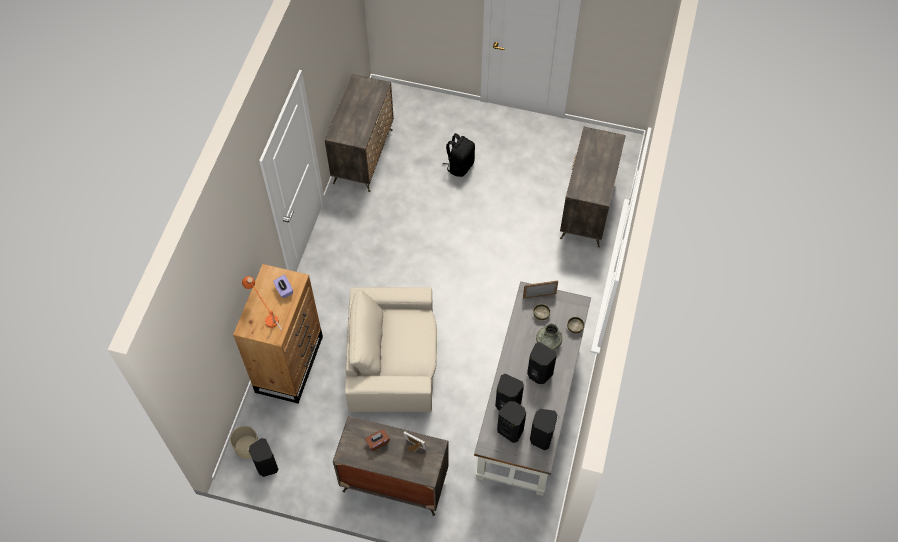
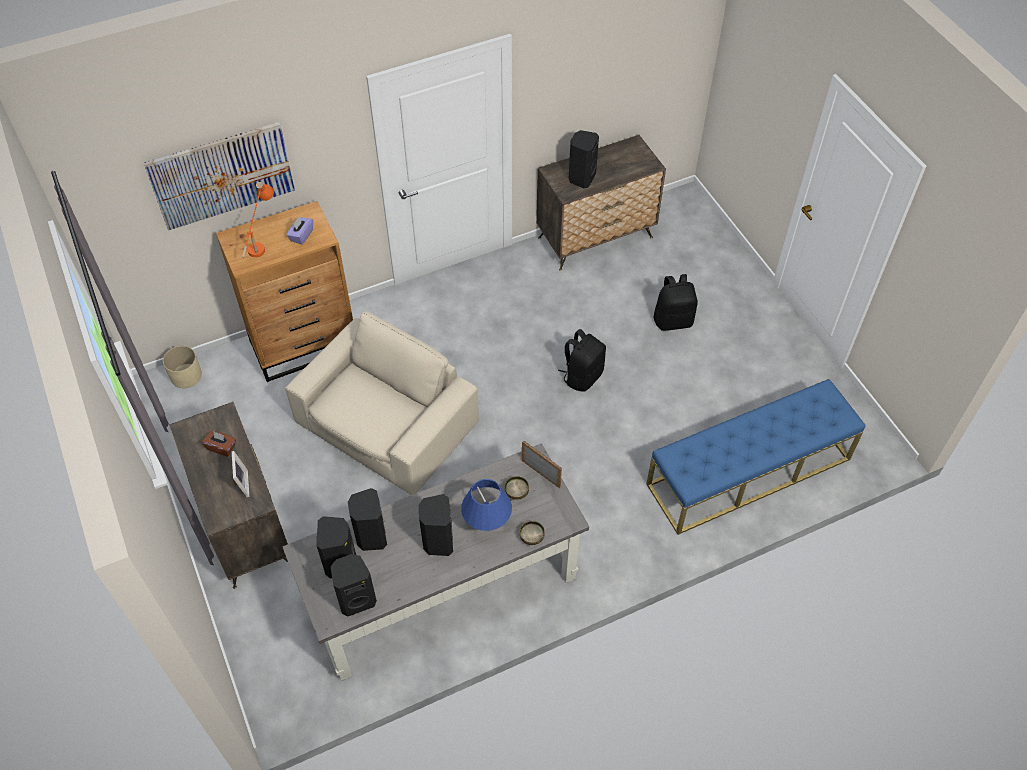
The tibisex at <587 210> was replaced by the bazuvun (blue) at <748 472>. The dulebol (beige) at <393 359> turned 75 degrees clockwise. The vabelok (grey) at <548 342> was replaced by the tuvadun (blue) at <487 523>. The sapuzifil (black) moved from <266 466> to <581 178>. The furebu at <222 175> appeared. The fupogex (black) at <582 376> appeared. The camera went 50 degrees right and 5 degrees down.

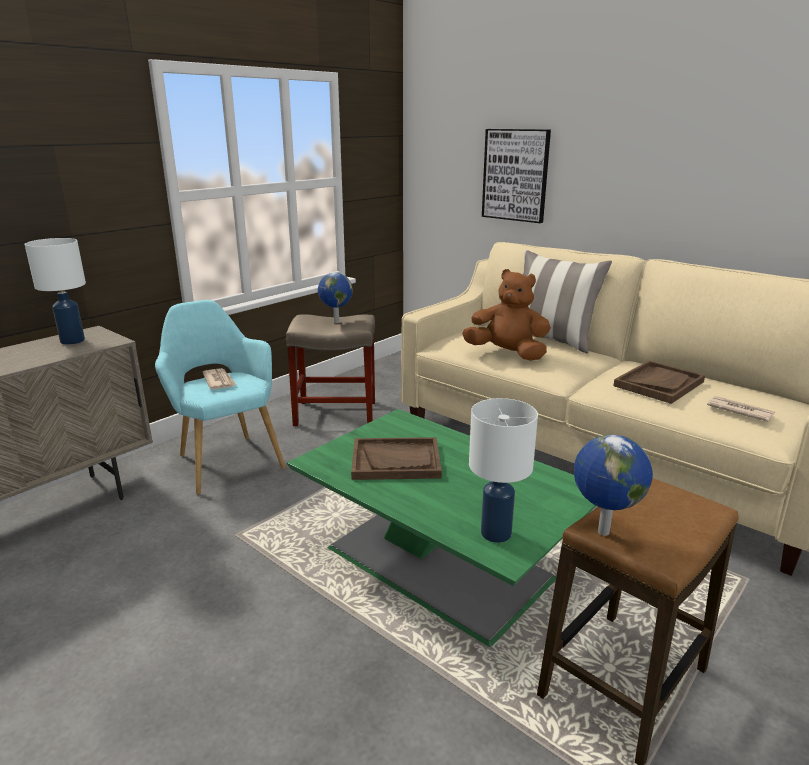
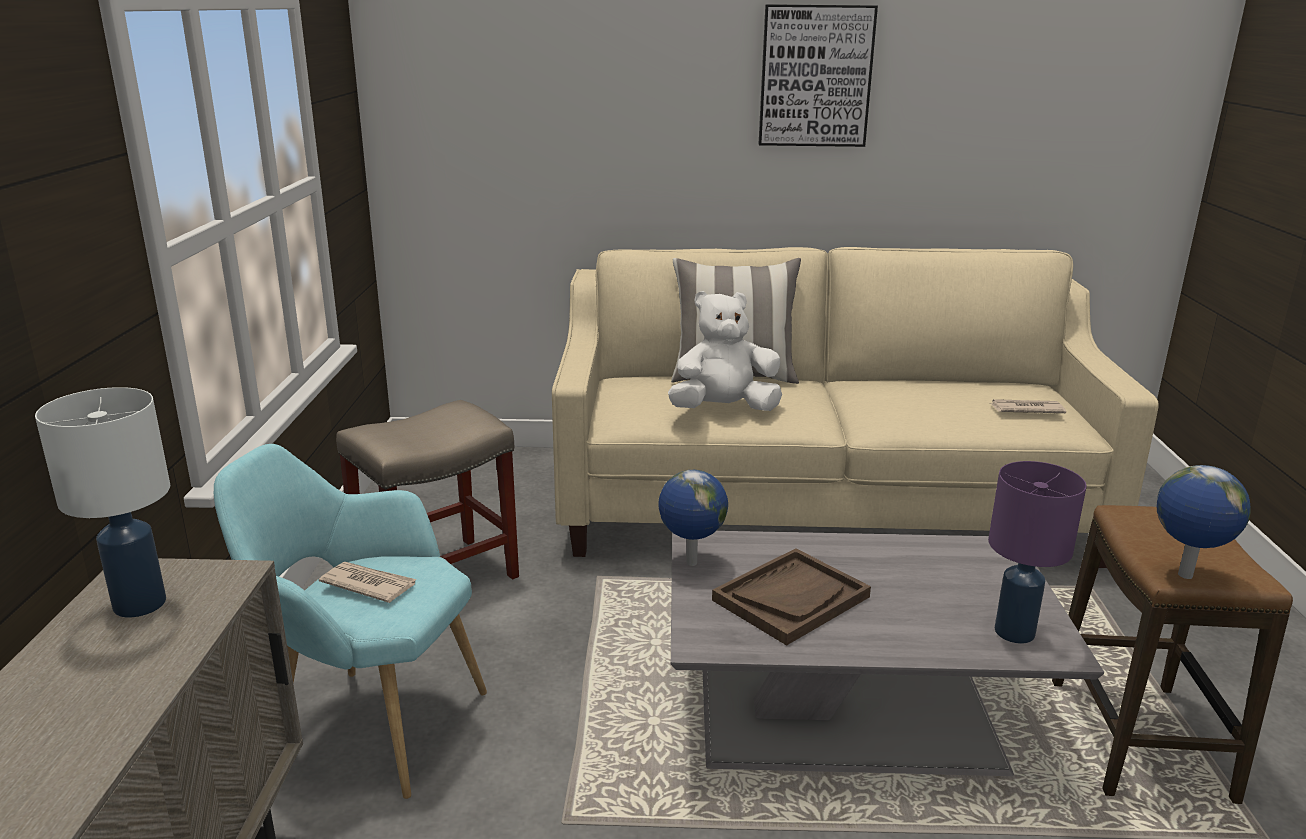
The furebu moved from <515 175> to <815 76>. The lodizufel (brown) at <507 354> became the lodizufel (white) at <723 409>. The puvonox moved from <335 322> to <690 563>. The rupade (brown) at <658 384> disappeared. The tuvadun (white) at <496 533> became the tuvadun (purple) at <1014 631>. The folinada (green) at <442 564> became the folinada (grey) at <852 715>. The camera went 40 degrees left and 0 degrees up.

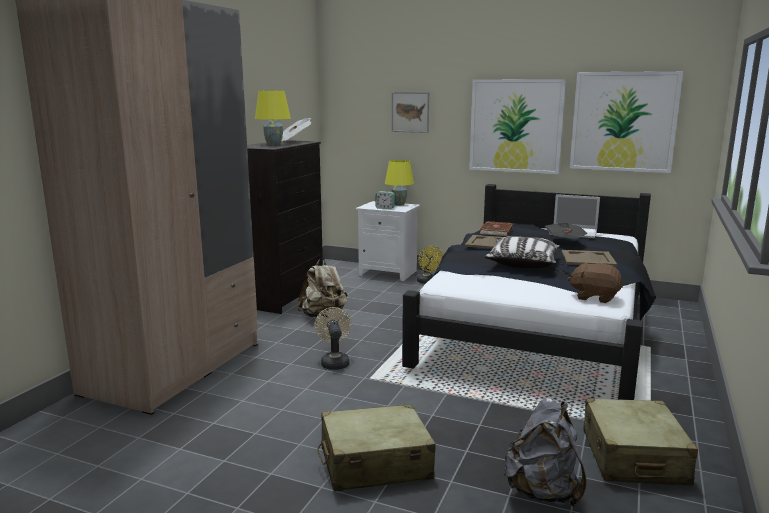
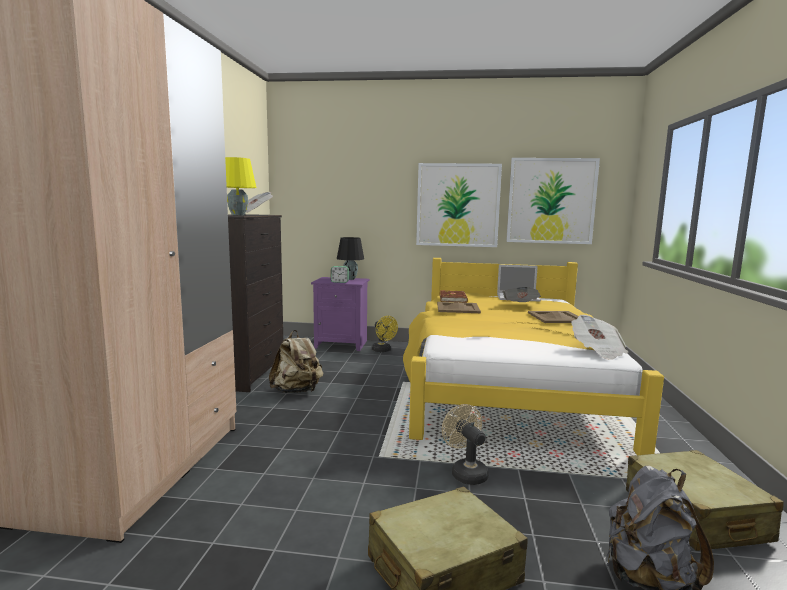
The furebu at <410 112> disappeared. The tuvadun (yellow) at <398 204> became the tuvadun (black) at <350 279>. The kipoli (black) at <536 328> became the kipoli (yellow) at <507 386>. The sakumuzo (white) at <389 273> became the sakumuzo (purple) at <342 344>. The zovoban at <522 263> disappeared. The lodizufel (brown) at <594 297> was replaced by the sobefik at <597 351>. The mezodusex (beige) moved from <334 362> to <465 472>. The camera went 15 degrees left and 5 degrees down.

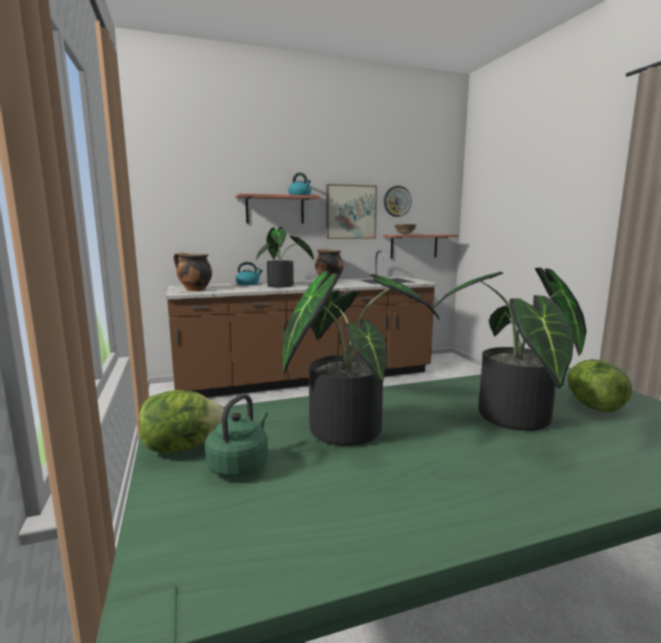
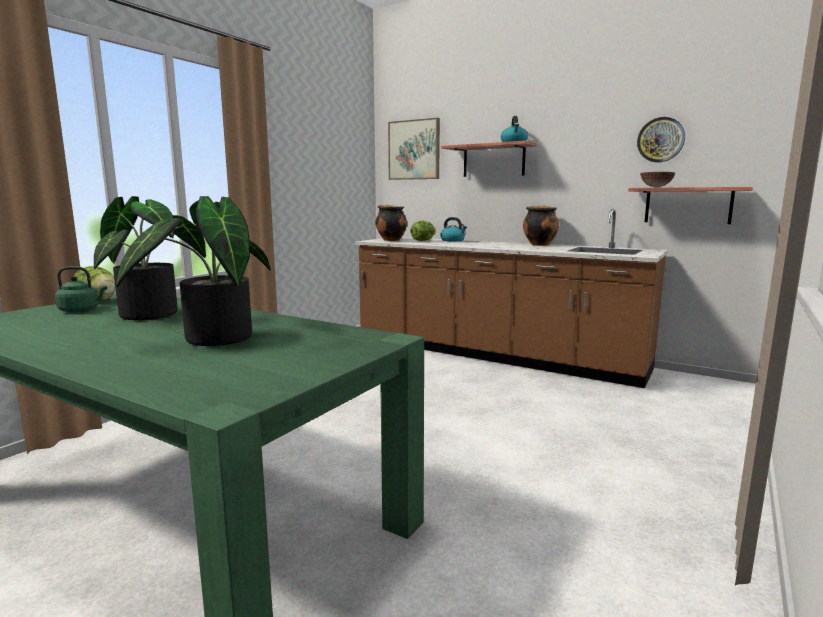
The furebu moved from <350 212> to <414 150>. The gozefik at <283 286> disappeared. The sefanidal moved from <593 406> to <423 241>. The camera went 50 degrees right and 0 degrees up.

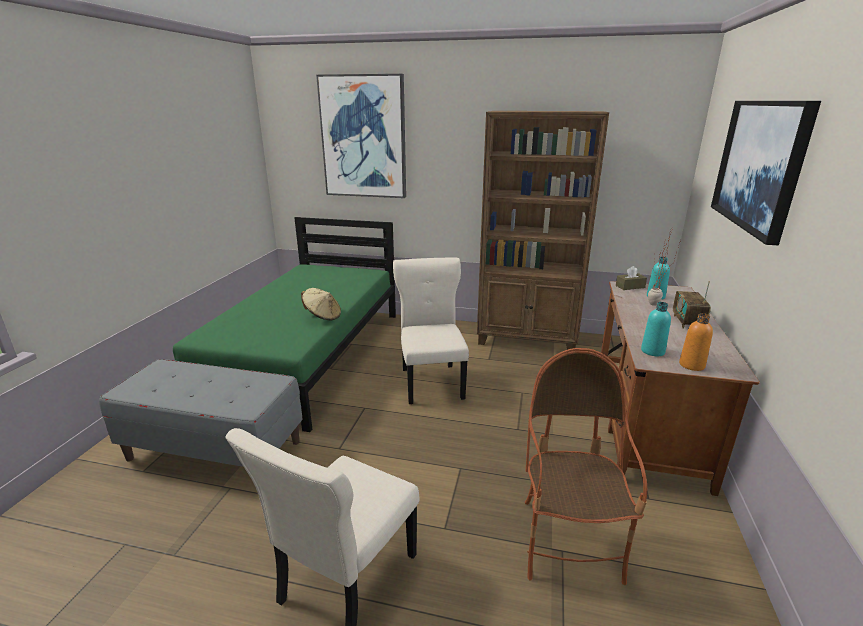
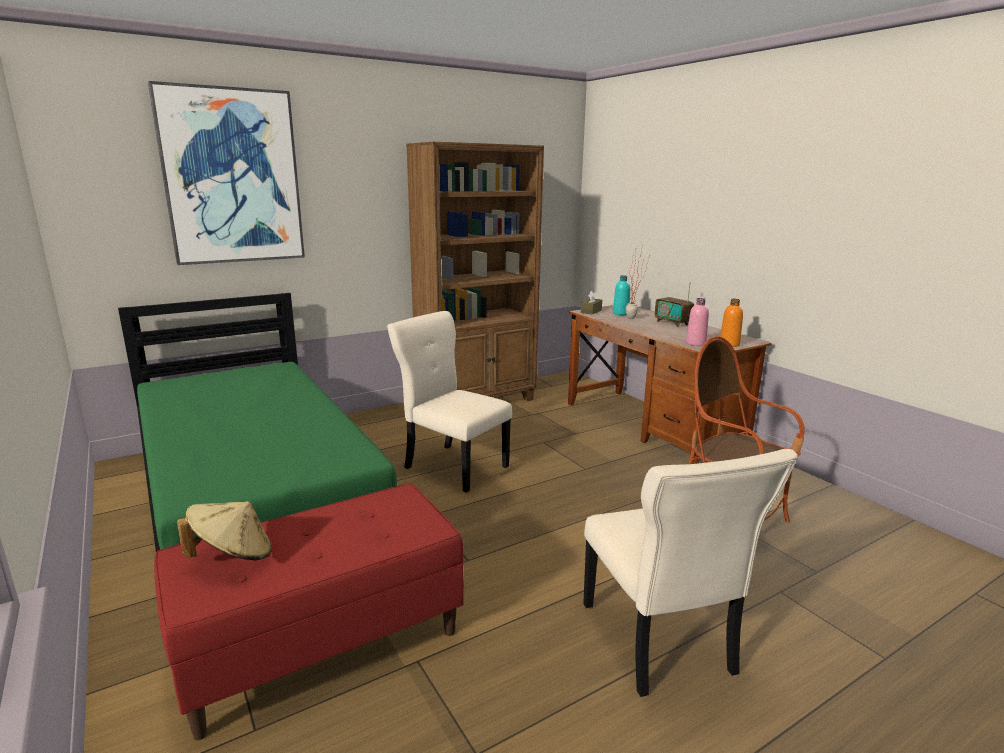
The furebu at <760 165> disappeared. The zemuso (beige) moved from <322 316> to <232 556>. The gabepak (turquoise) at <652 351> became the gabepak (pink) at <695 343>. The bazuvun (grey) at <215 450> became the bazuvun (red) at <323 645>. The camera went 45 degrees left and 5 degrees down.

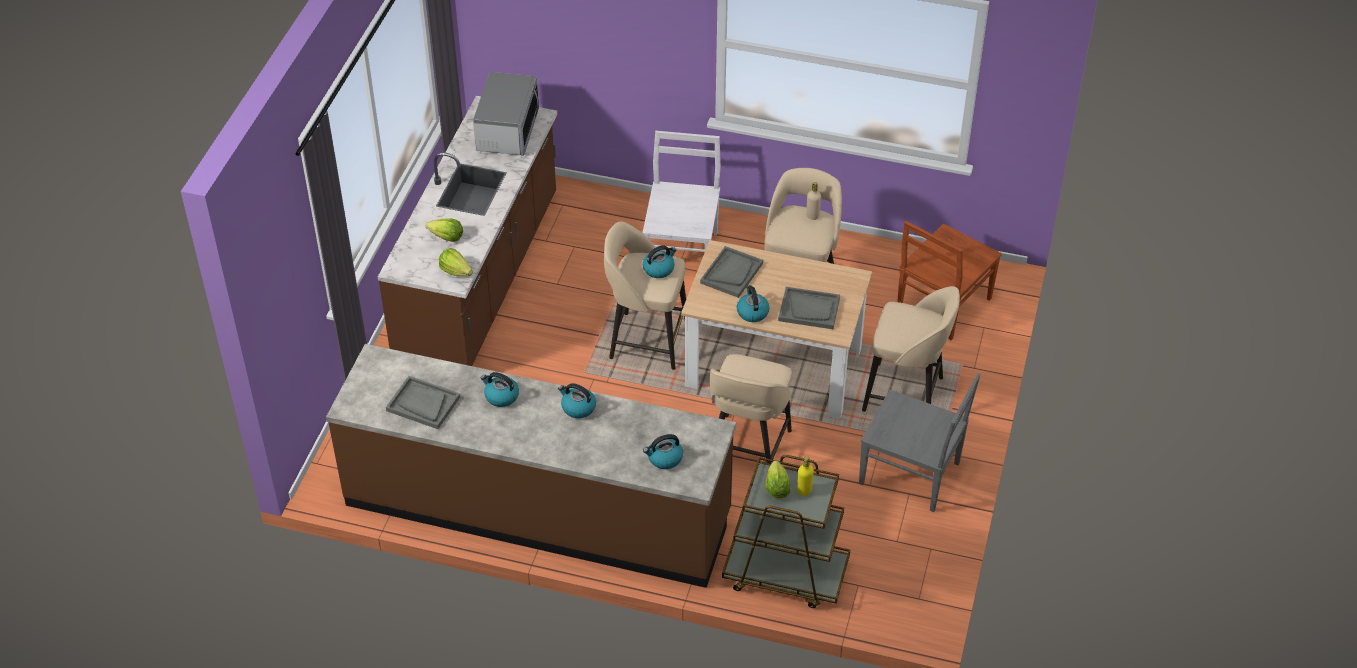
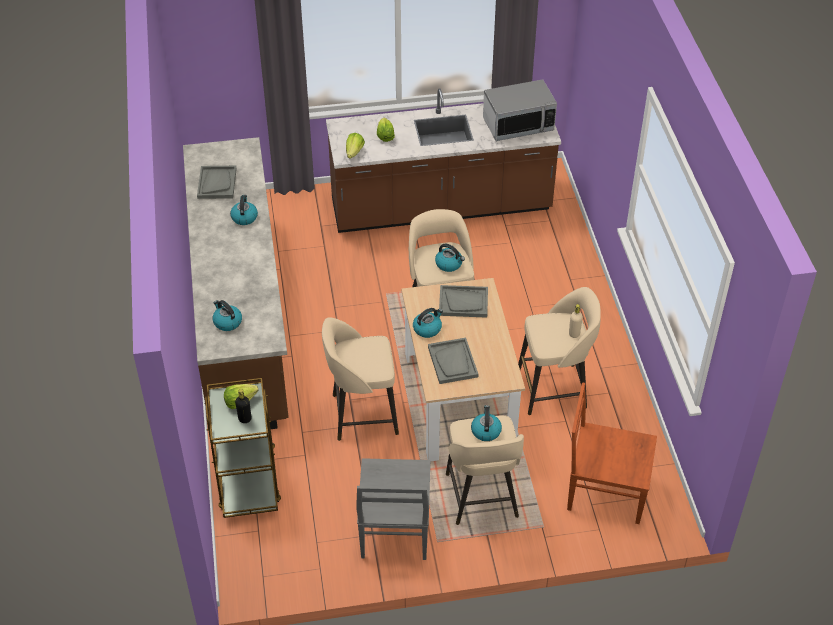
The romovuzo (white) at <682 252> disappeared. The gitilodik moved from <578 408> to <485 431>. The gabepak (yellow) at <804 490> became the gabepak (black) at <245 419>. The camera went 65 degrees right and 0 degrees up.

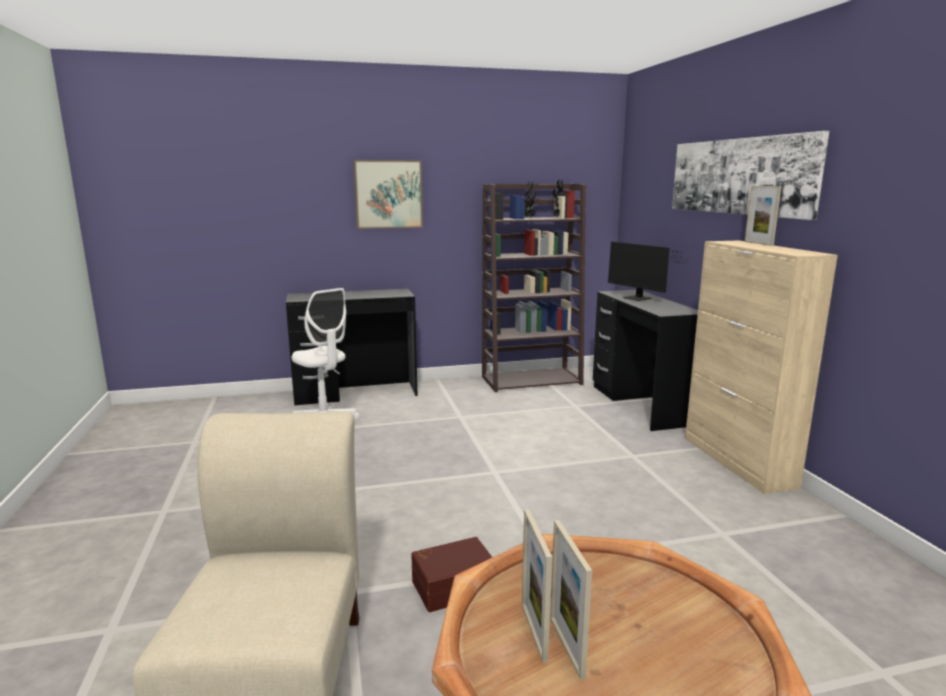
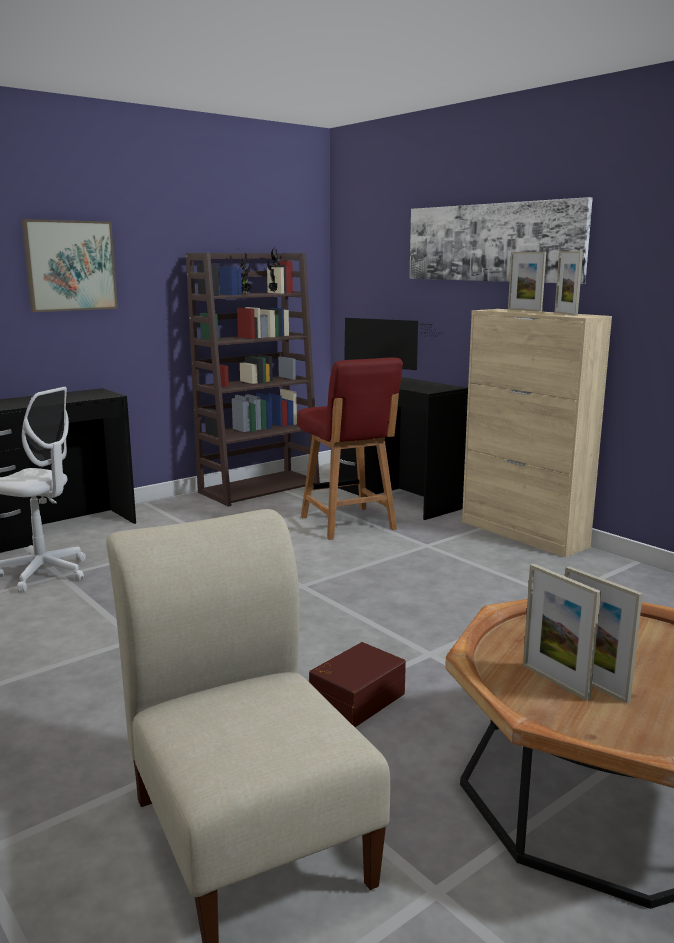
The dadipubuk at <565 314> appeared. The romovuzo (red) at <348 524> appeared. The camera went 25 degrees left and 0 degrees up.

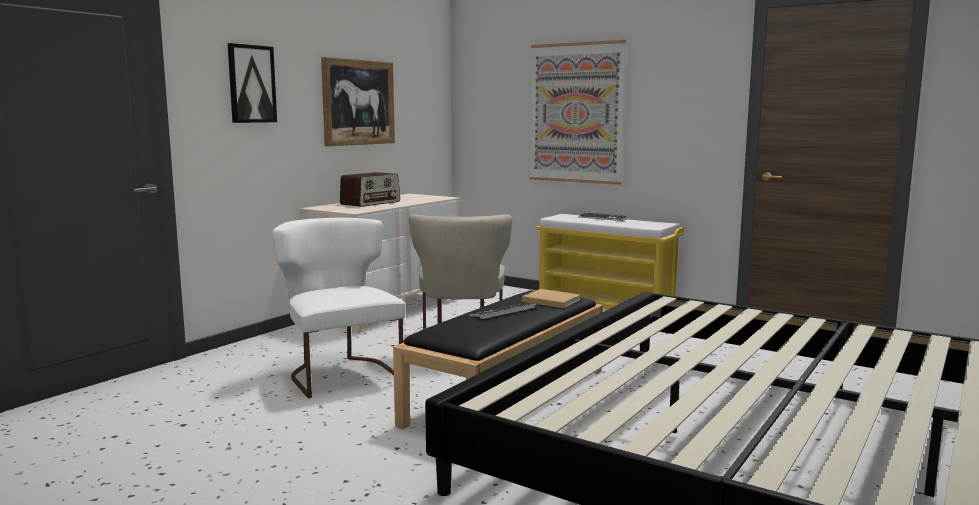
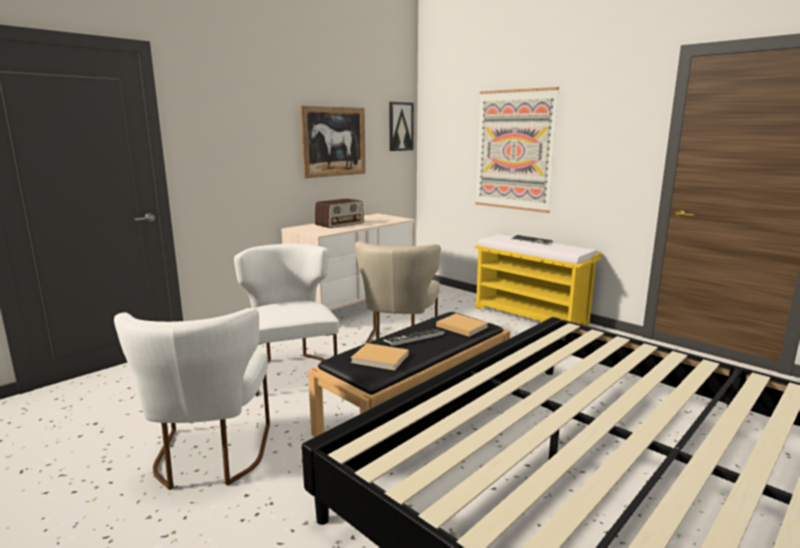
The furebu moved from <251 84> to <400 126>. The romovuzo (white) at <210 458> appeared. The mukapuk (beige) at <381 359> appeared. The camera went 10 degrees right and 5 degrees up.

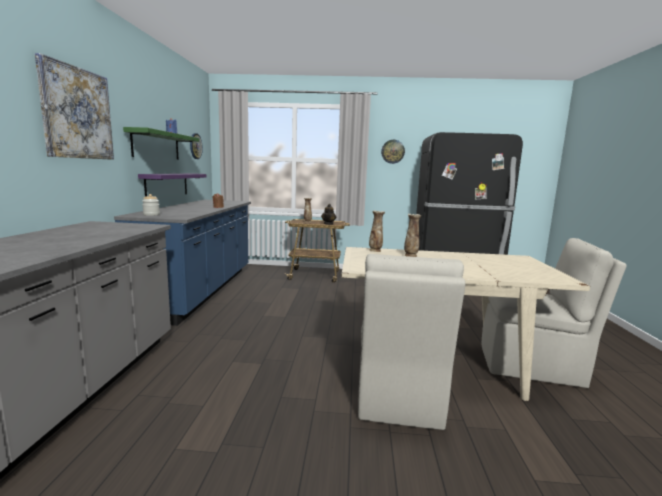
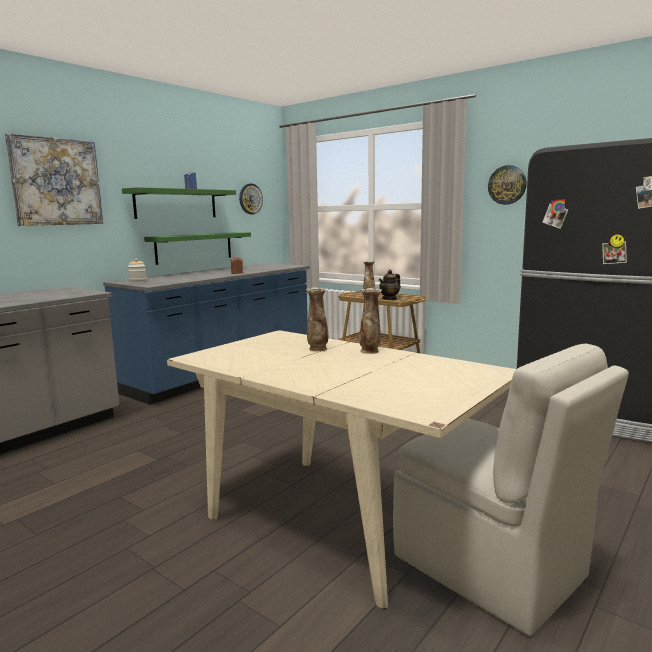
The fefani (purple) at <167 185> became the fefani (green) at <194 247>. The vabelok moved from <375 250> to <370 351>. The romovuzo (beige) at <398 395> disappeared. The camera went 35 degrees right and 0 degrees up.

